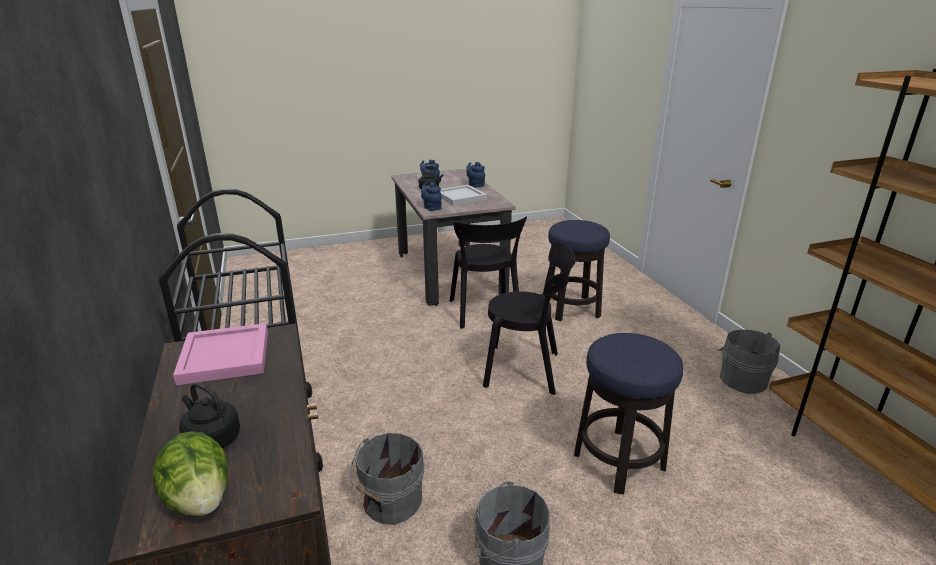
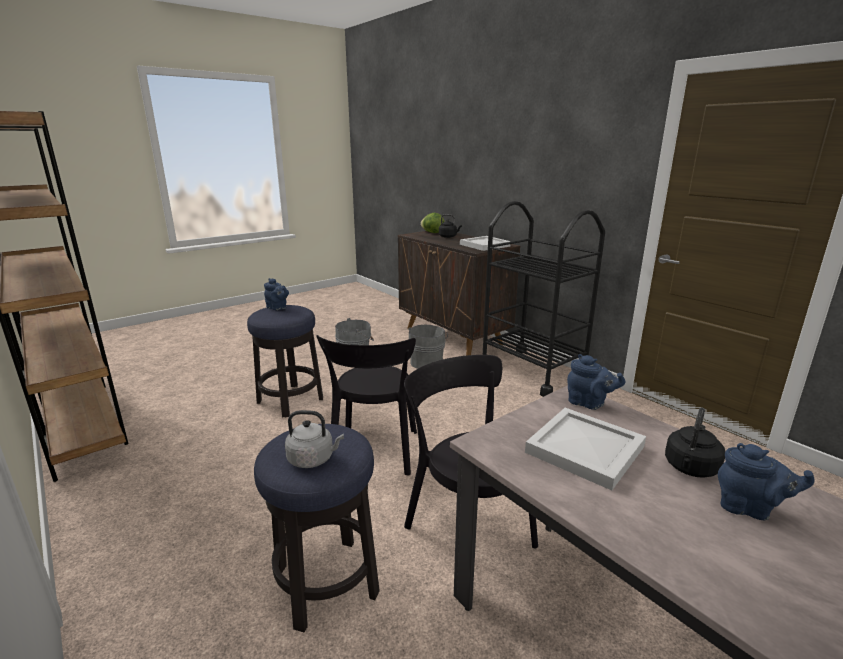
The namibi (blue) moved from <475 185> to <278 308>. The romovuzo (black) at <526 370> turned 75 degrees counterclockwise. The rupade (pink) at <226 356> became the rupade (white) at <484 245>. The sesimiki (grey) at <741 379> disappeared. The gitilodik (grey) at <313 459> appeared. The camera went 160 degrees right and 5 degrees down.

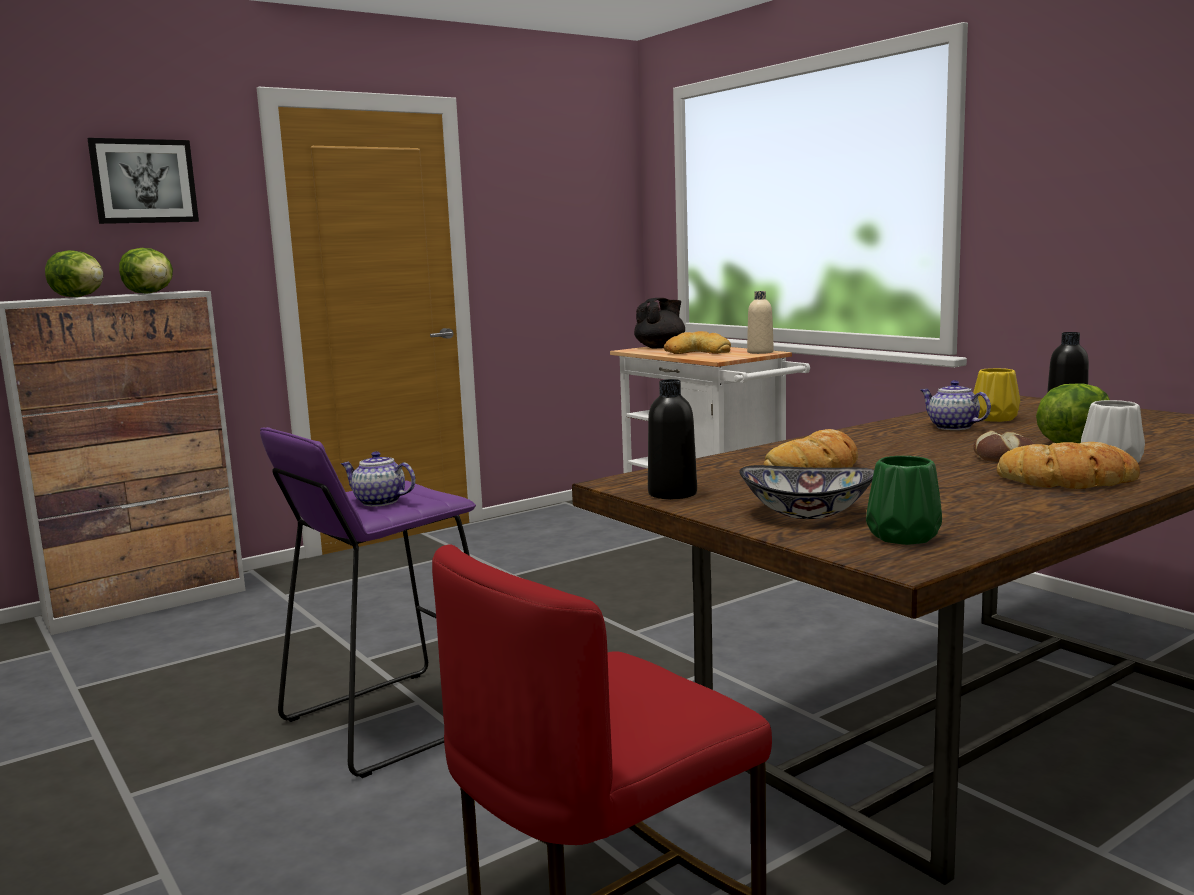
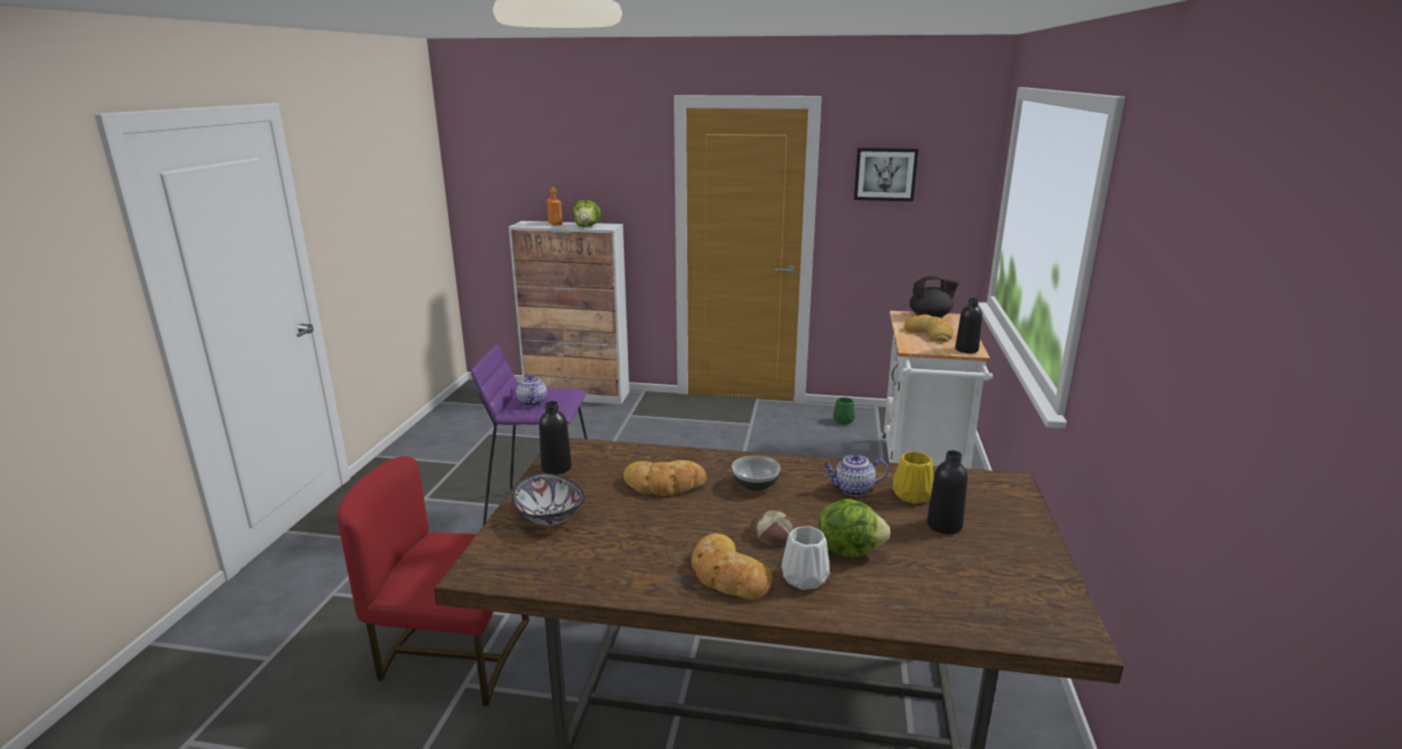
The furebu moved from <144 181> to <885 174>. The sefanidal at <79 297> was replaced by the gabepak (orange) at <555 224>. The gabepak (beige) at <760 352> became the gabepak (black) at <966 349>. The namibi at <952 427> turned 105 degrees counterclockwise. The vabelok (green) moved from <902 536> to <843 420>. The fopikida at <755 485> appeared. The camera went 45 degrees right and 10 degrees up.

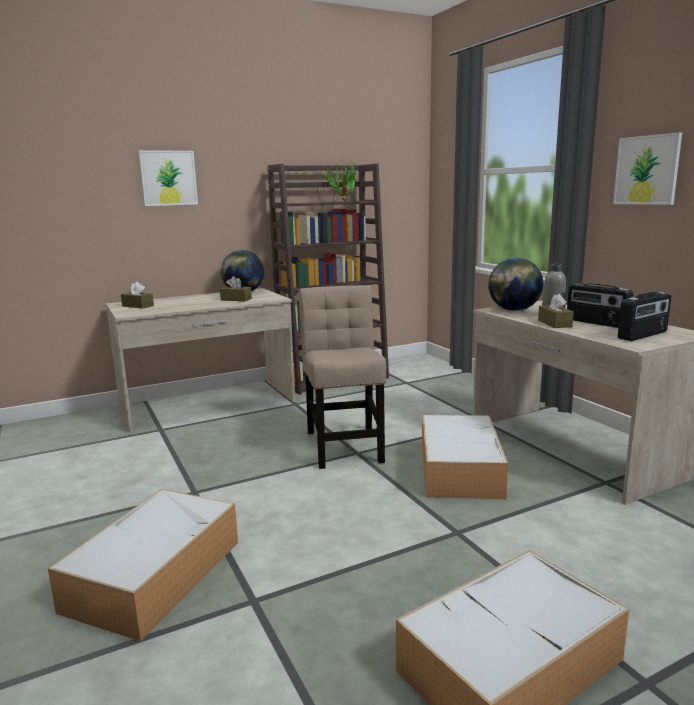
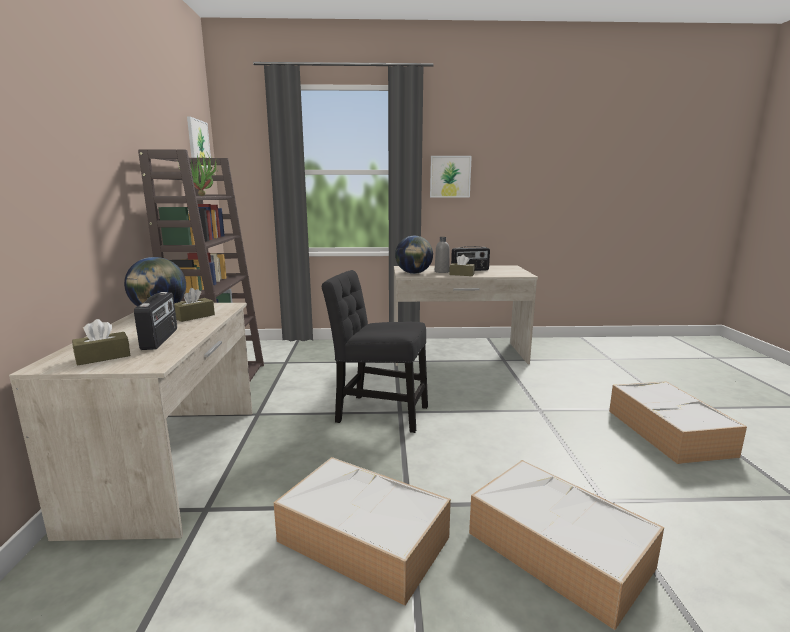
The furebu moved from <168 178> to <198 144>. The romovuzo (beige) at <344 444> became the romovuzo (black) at <378 413>. The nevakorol moved from <643 335> to <161 339>. The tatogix moved from <459 468> to <360 539>. The camera went 65 degrees left and 0 degrees up.

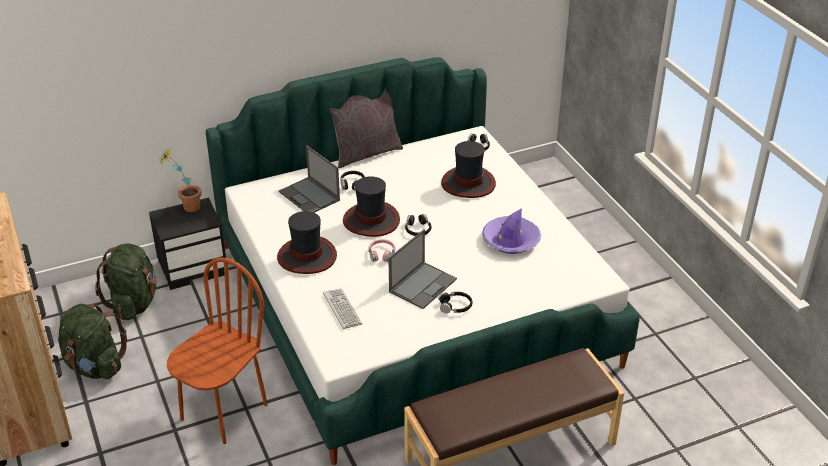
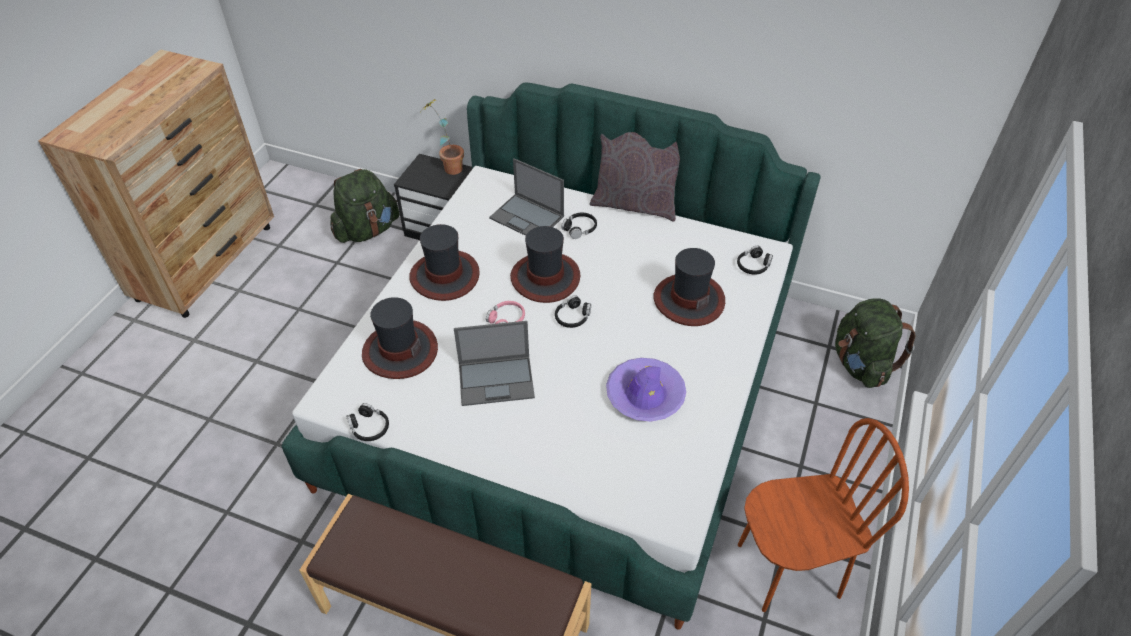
The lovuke at <310 196> turned 60 degrees counterclockwise. The romovuzo (brown) moved from <223 411> to <787 569>. The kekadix at <342 309> was replaced by the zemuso at <399 351>. The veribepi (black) moved from <455 306> to <369 427>. The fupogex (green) moved from <95 366> to <860 364>. The camera went 45 degrees right and 10 degrees up.

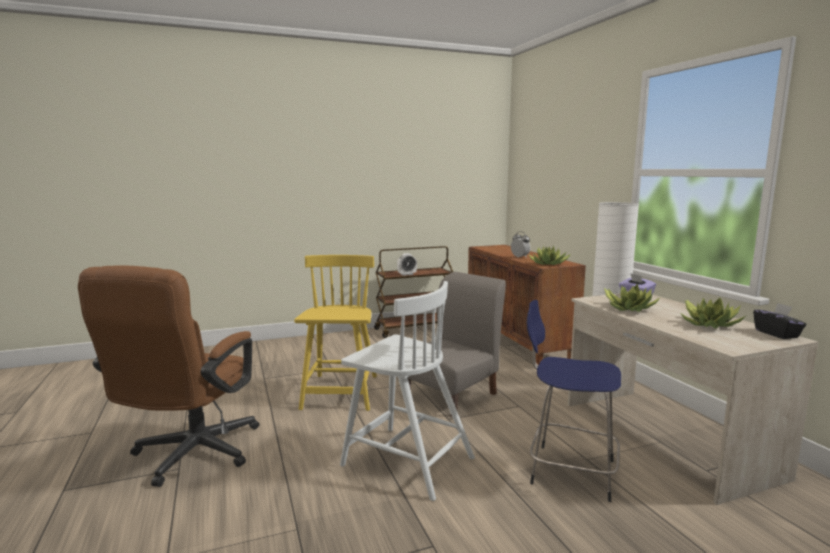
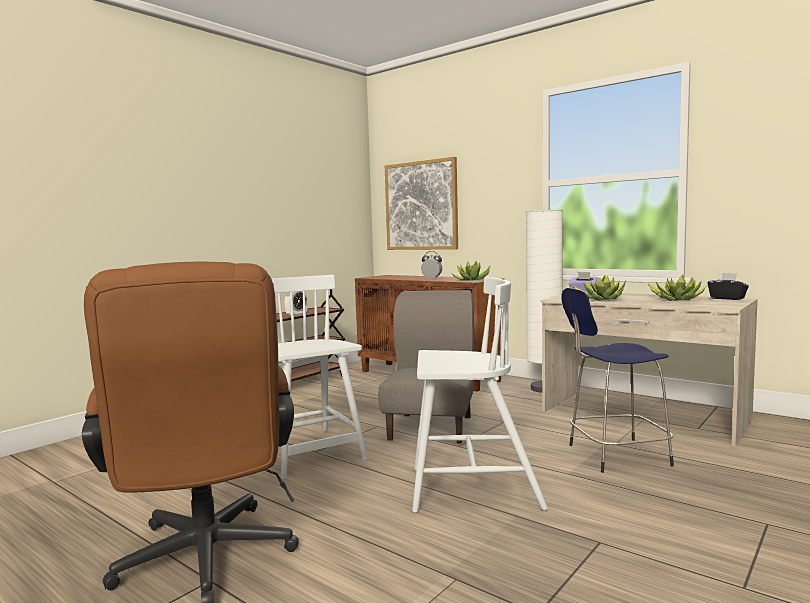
The romovuzo (yellow) at <341 393> became the romovuzo (white) at <309 453>. The furebu at <421 205> appeared. The camera went 30 degrees left and 5 degrees down.

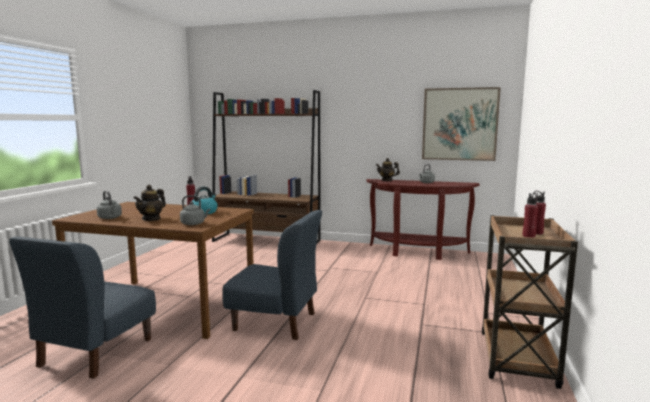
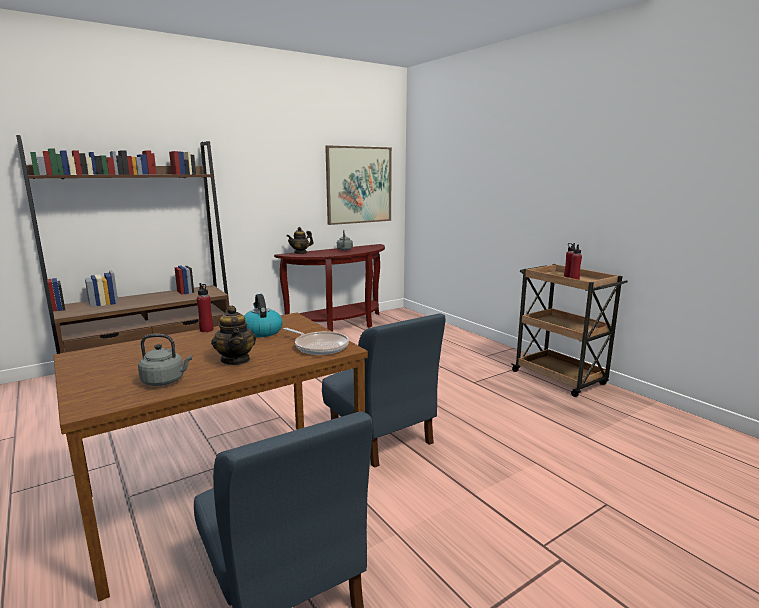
The gitilodik (grey) at <194 224> was replaced by the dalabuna at <319 346>. The romovuzo (blue) at <275 321> turned 90 degrees clockwise. The camera went 50 degrees left and 5 degrees up.

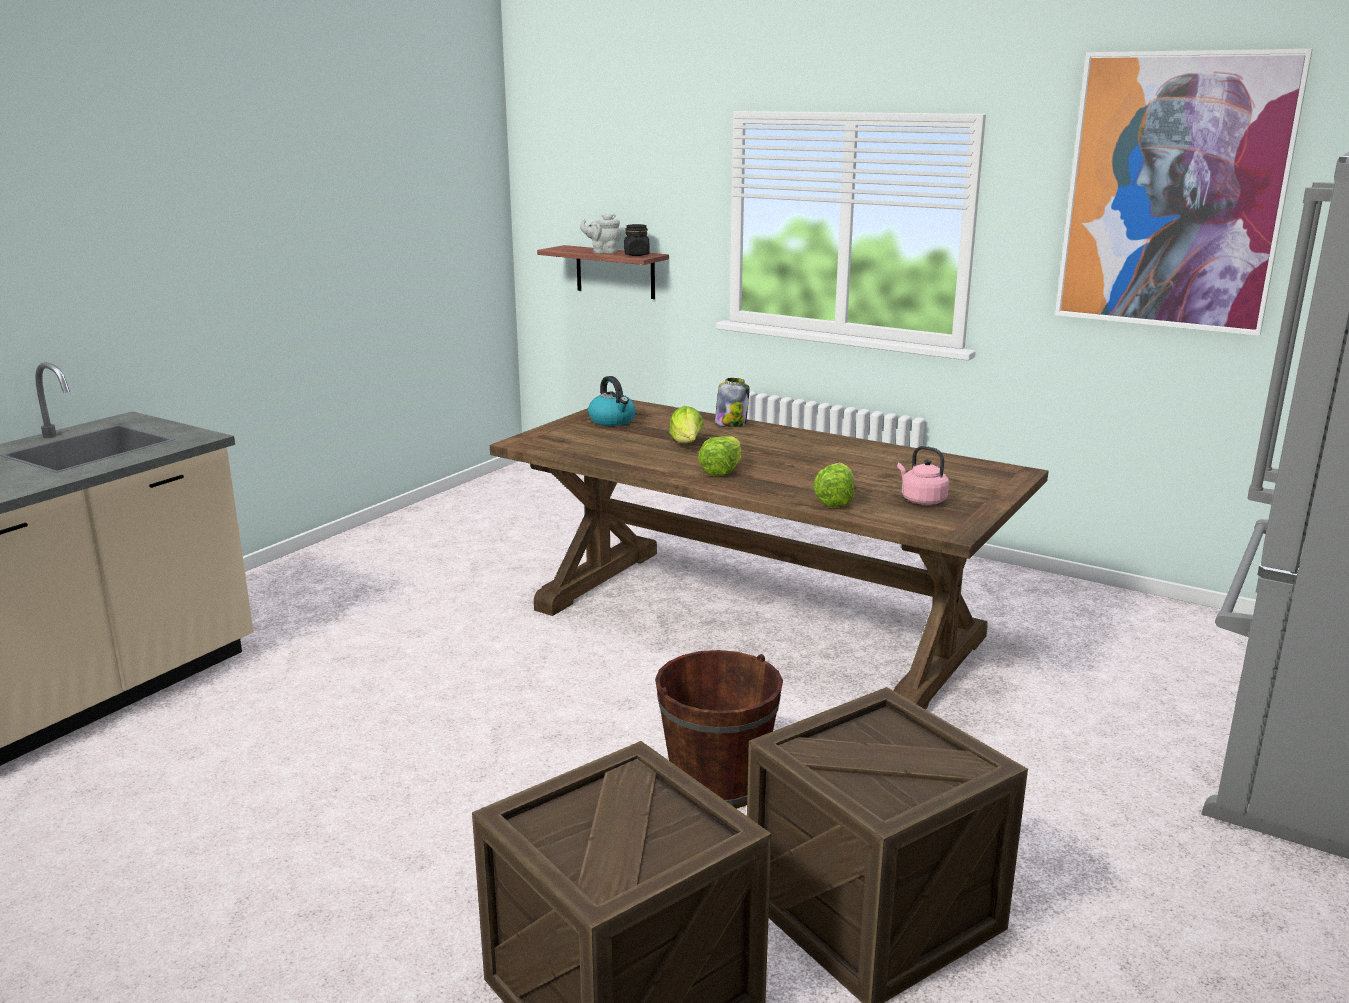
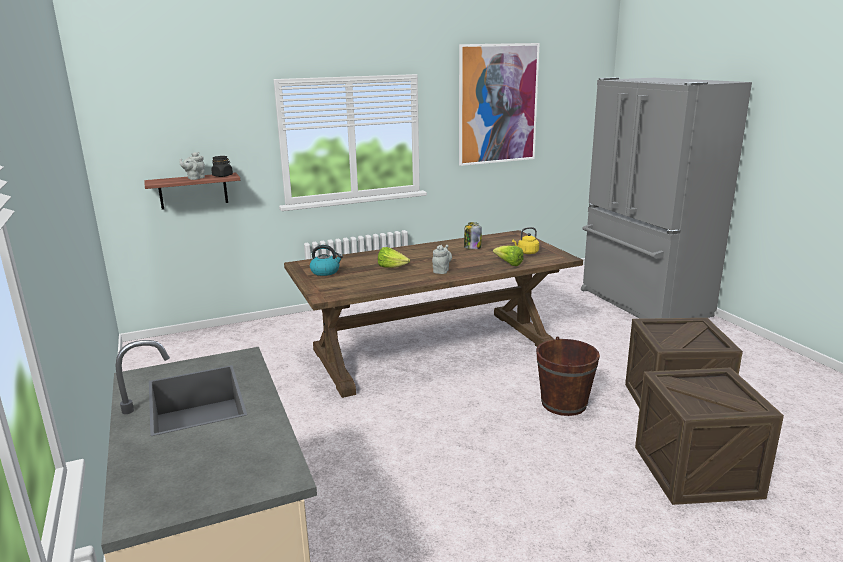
The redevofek moved from <731 423> to <472 247>. The sefanidal at <722 471> was replaced by the namibi (grey) at <441 271>. The gitilodik (pink) at <921 500> became the gitilodik (yellow) at <526 252>. The camera went 55 degrees left and 0 degrees up.

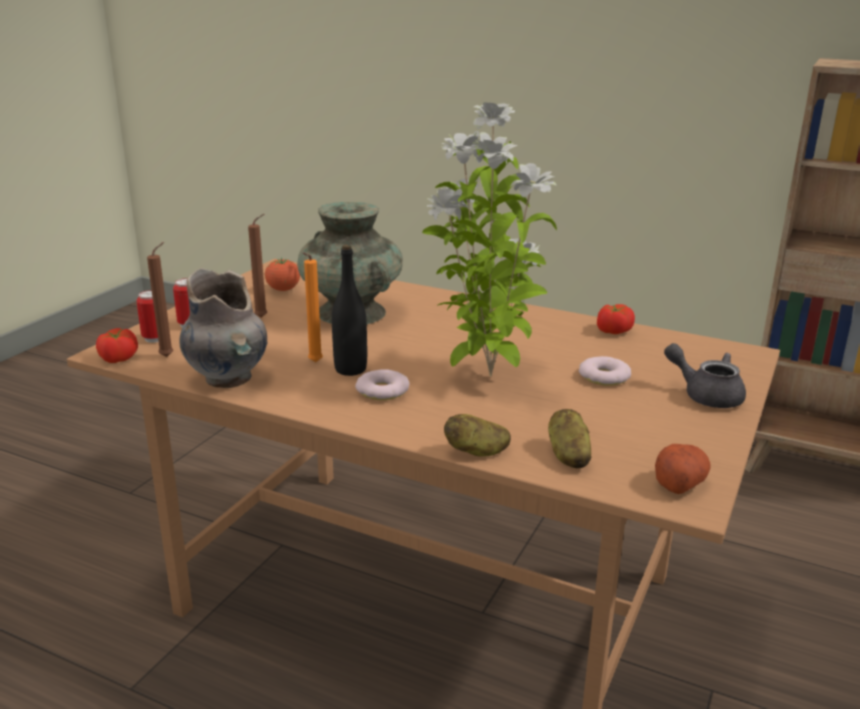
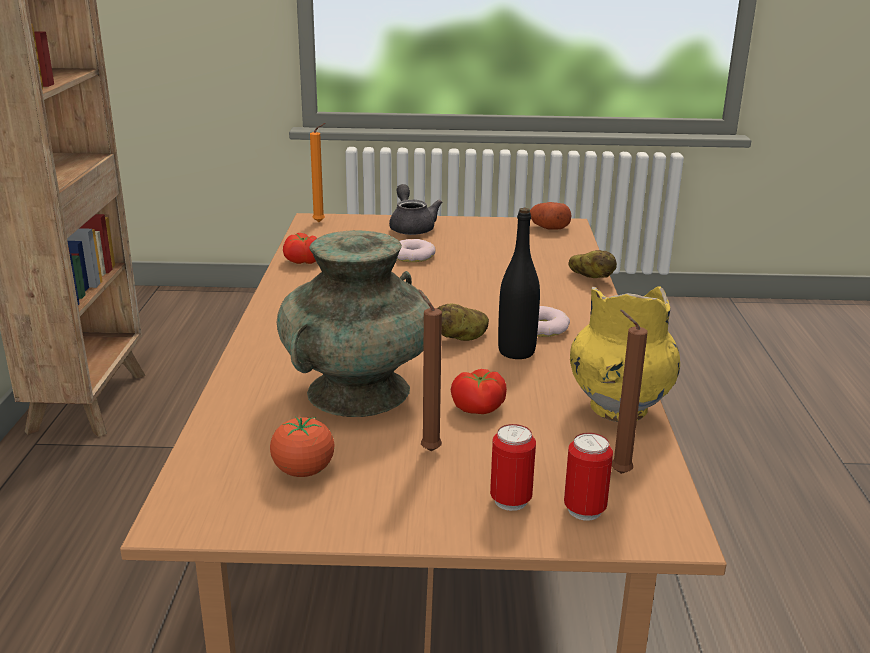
The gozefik at <486 376> disappeared. The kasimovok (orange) moved from <314 363> to <321 222>. The vabelok (grey) at <228 379> became the vabelok (yellow) at <619 408>. The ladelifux moved from <118 358> to <479 408>. The namibi (grey) at <705 395> turned 150 degrees clockwise. The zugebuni moved from <568 455> to <461 338>. The camera went 115 degrees left and 0 degrees up.

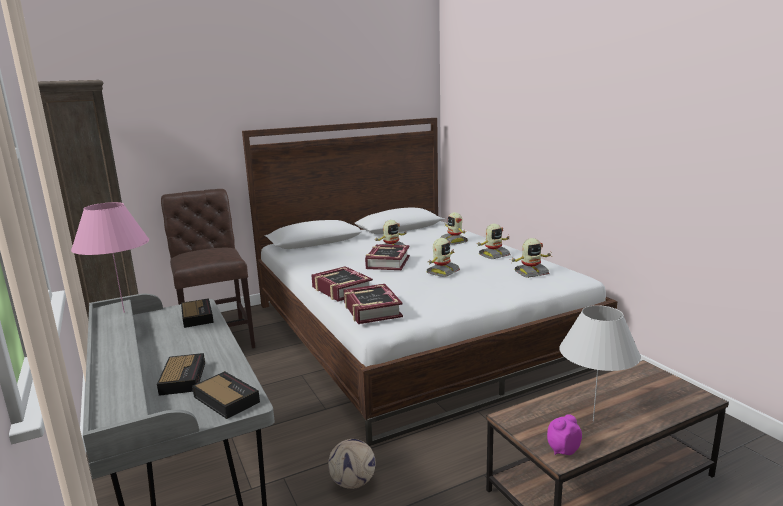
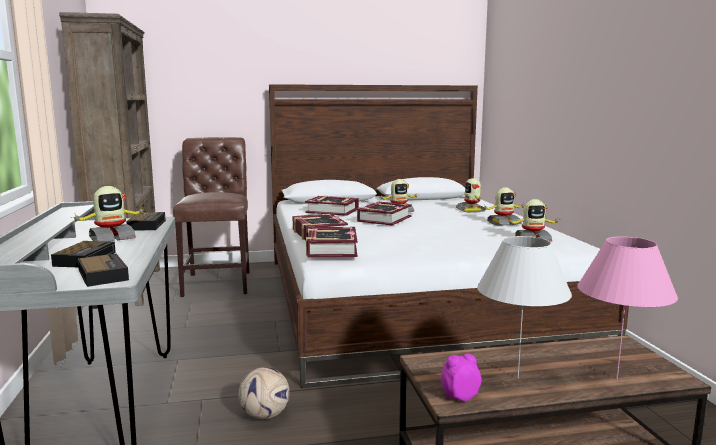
The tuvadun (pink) moved from <124 312> to <616 378>. The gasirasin moved from <442 272> to <112 238>. The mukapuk at <332 211> appeared. The camera went 15 degrees right and 5 degrees down.

